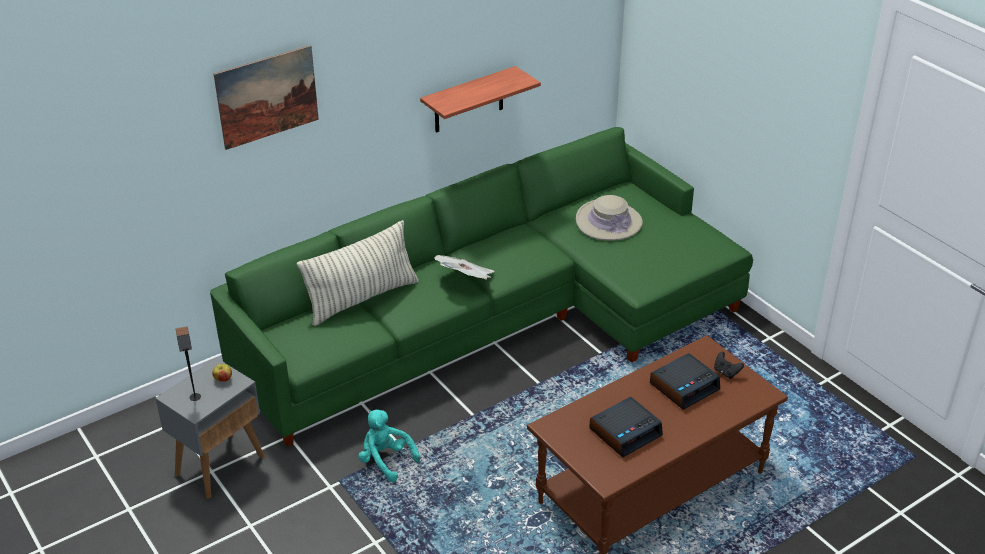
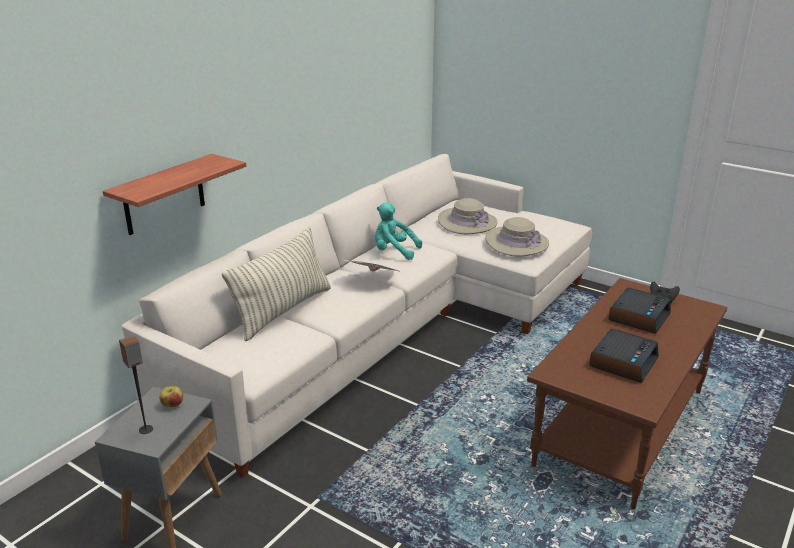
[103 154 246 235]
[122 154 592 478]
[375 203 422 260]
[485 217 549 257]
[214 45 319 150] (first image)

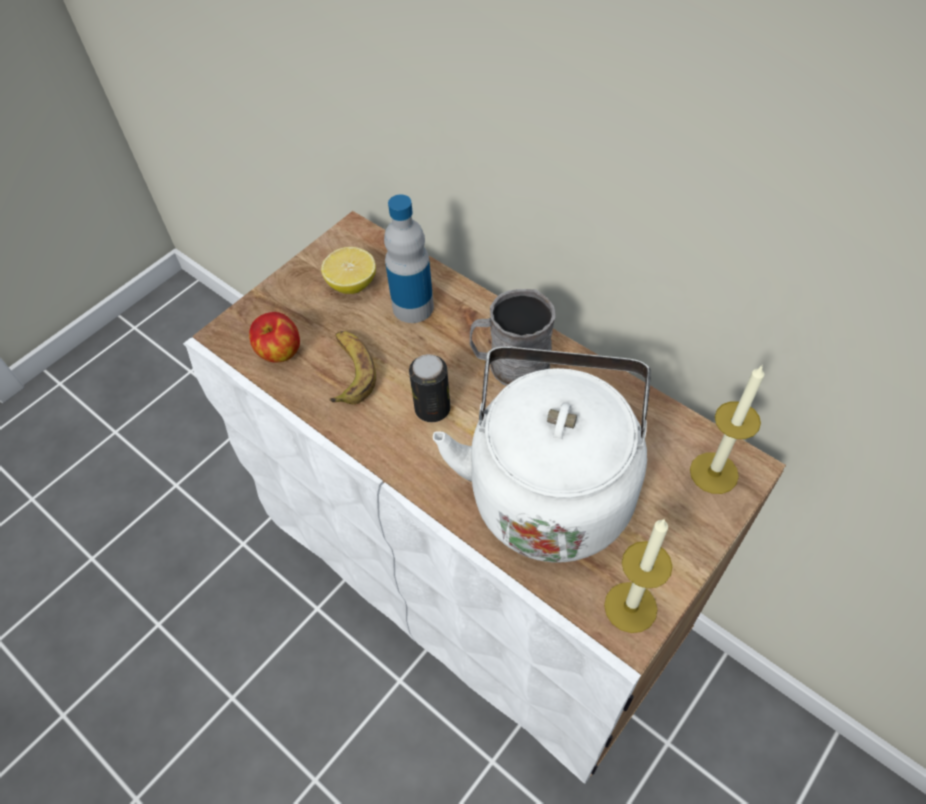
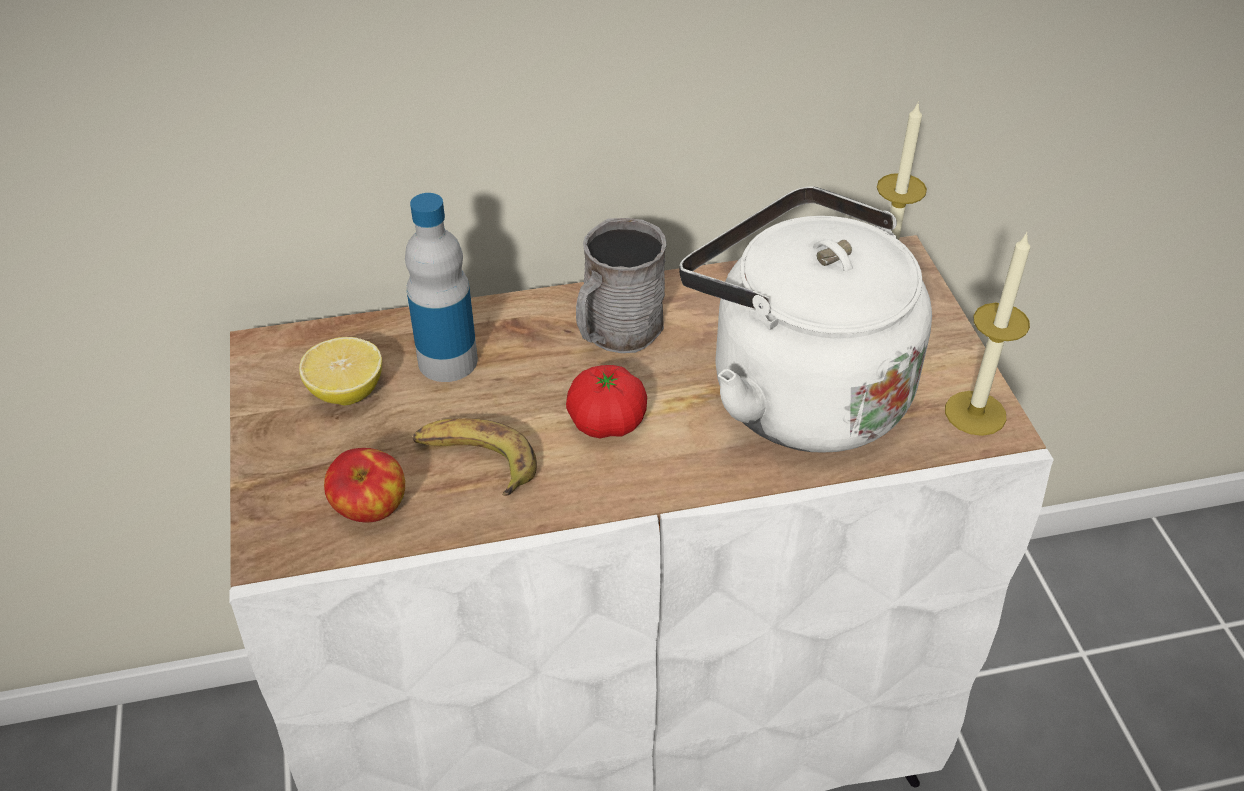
[566 365 647 439]

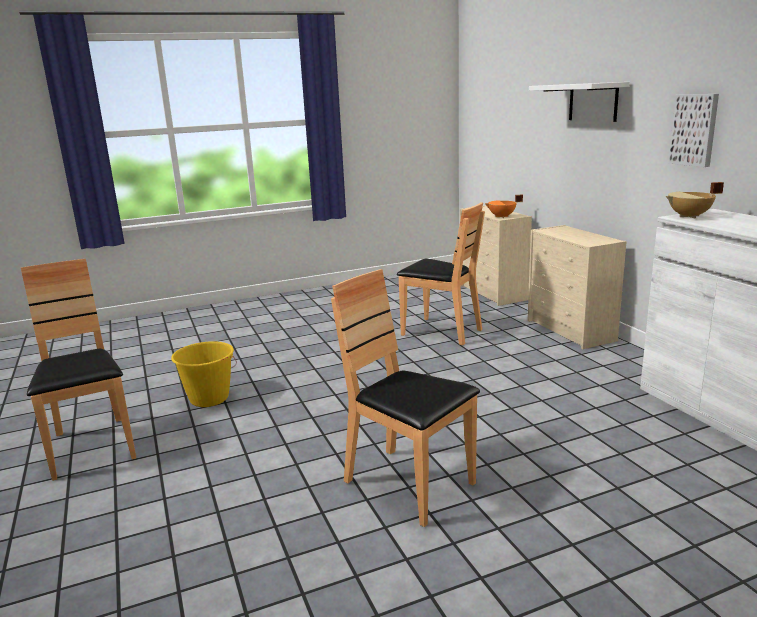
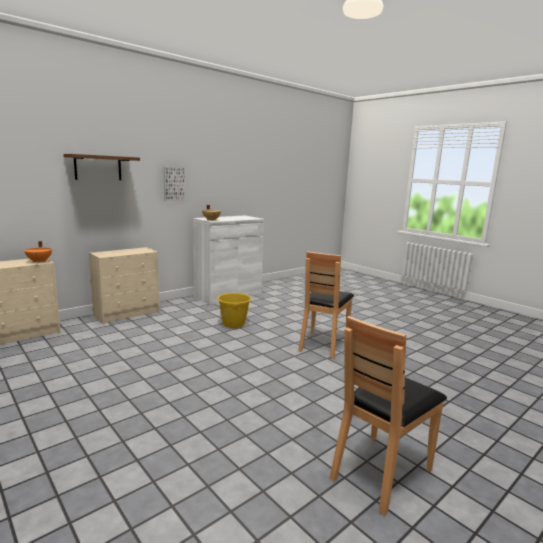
[63 154 140 180]
[217 293 251 328]
[397 202 485 345] (first image)

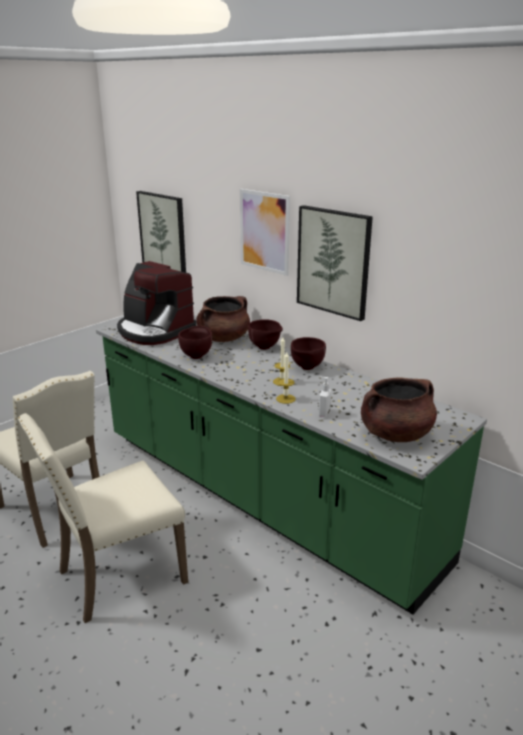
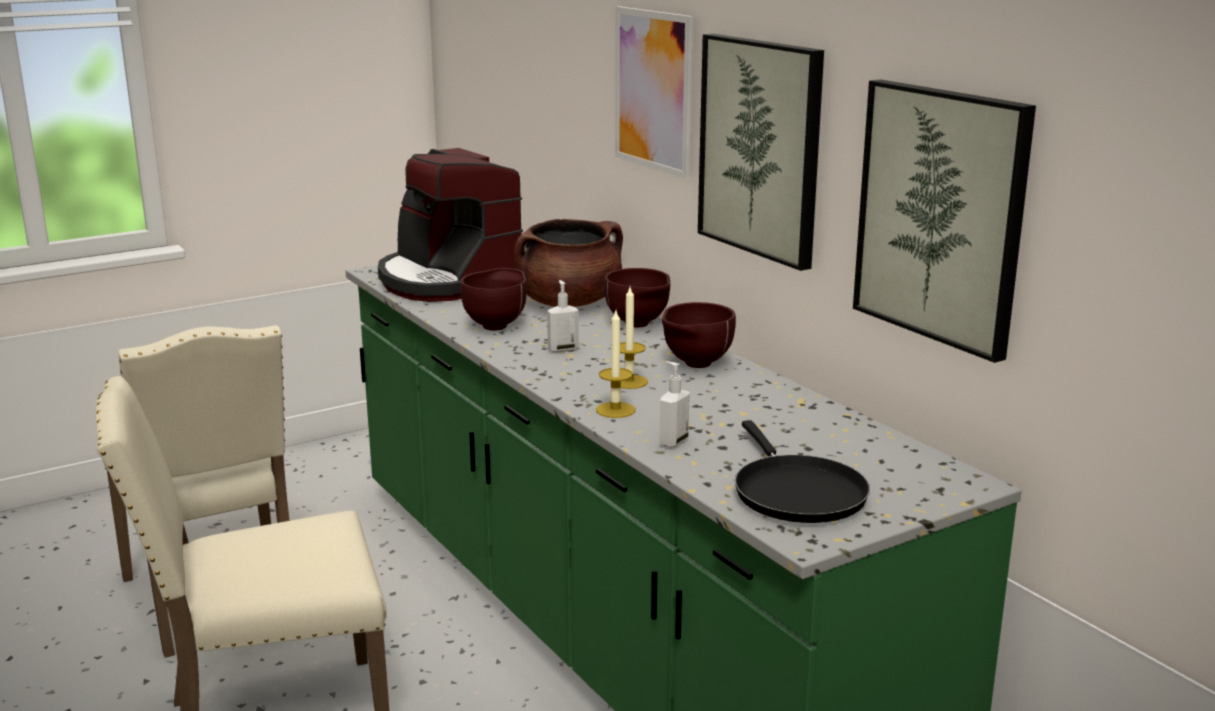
[547 280 579 352]
[735 420 870 523]
[853 79 1036 363]

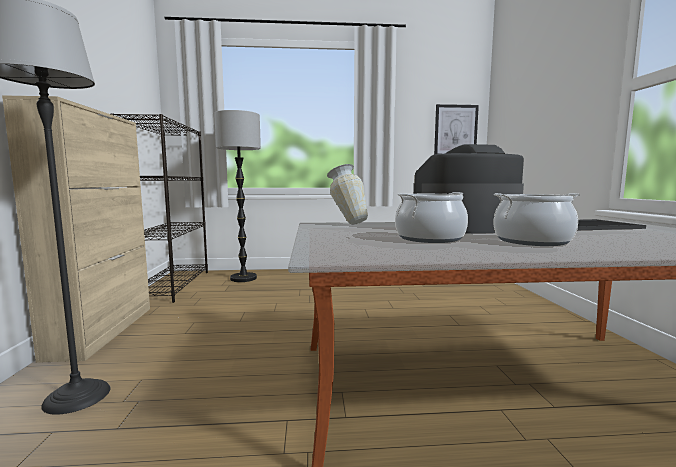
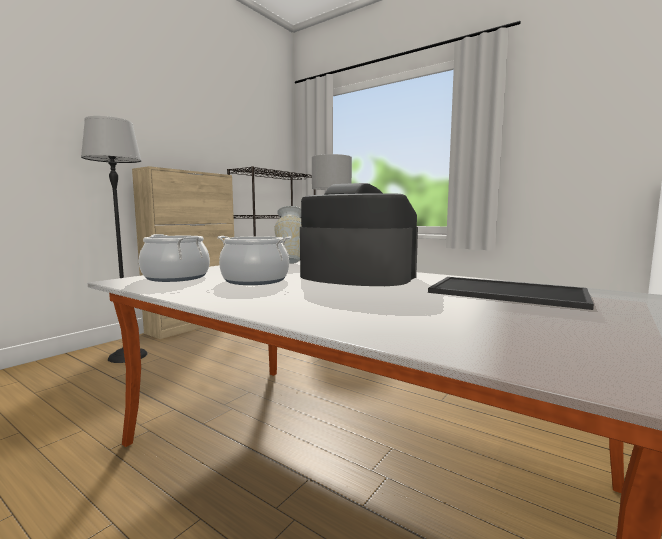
[139 234 210 282]
[434 104 479 154] (first image)

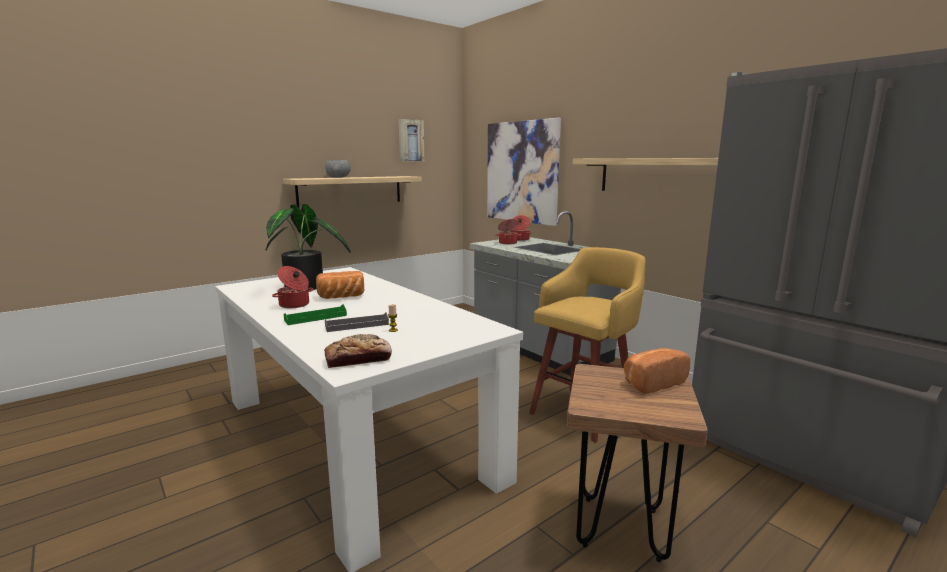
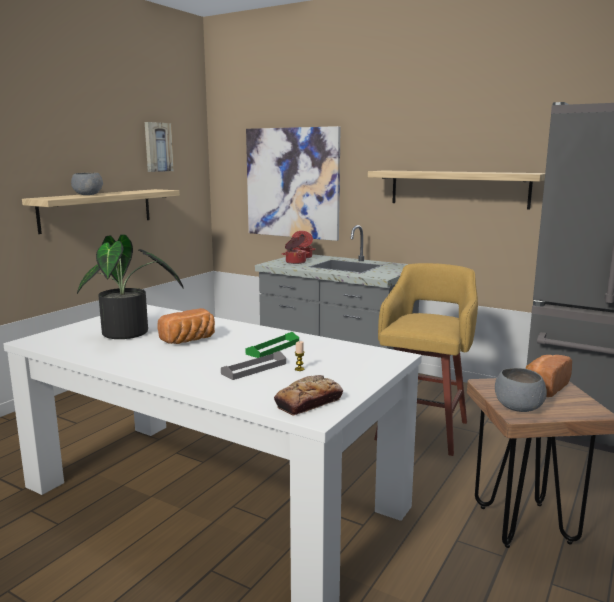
[245 332 299 358]
[495 368 547 412]
[272 266 314 308] (first image)

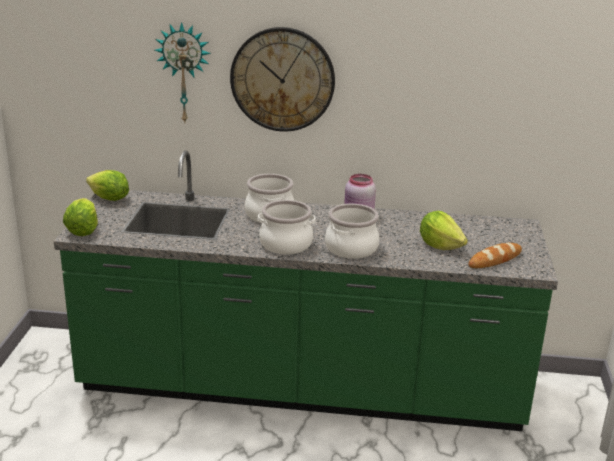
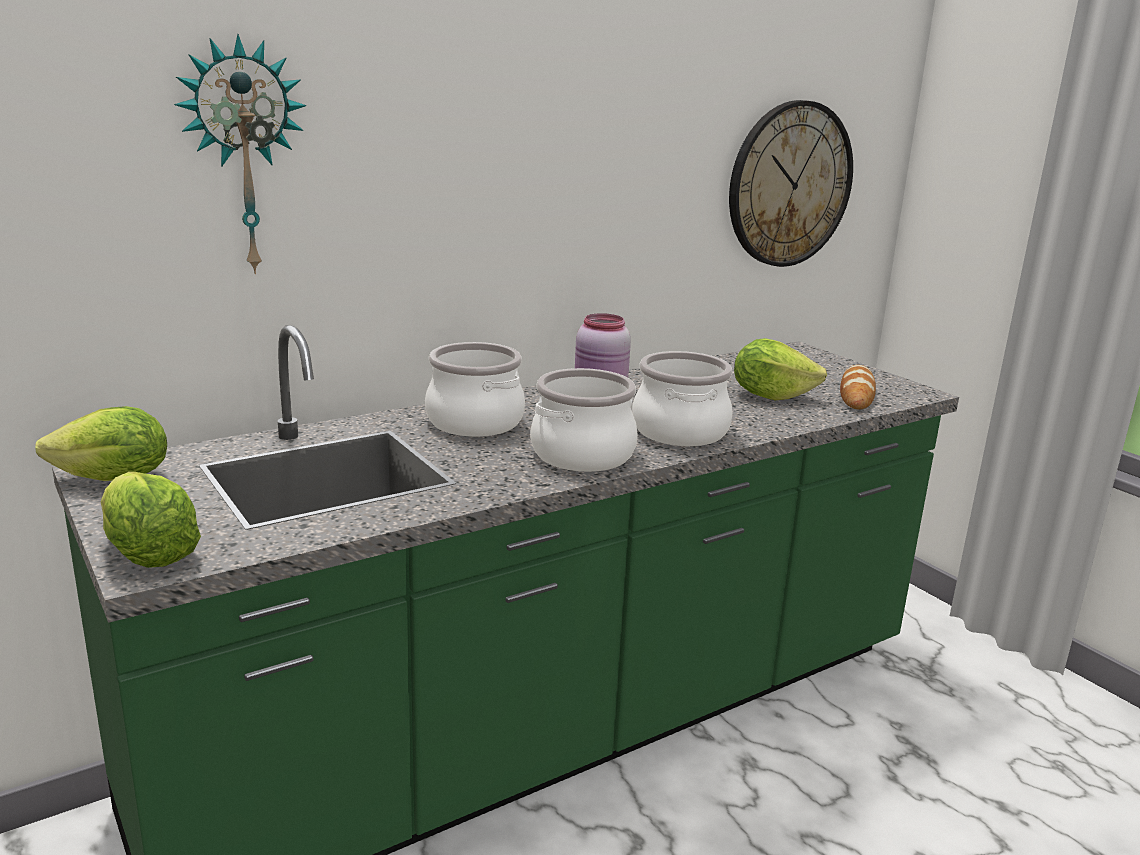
[729 100 853 267]

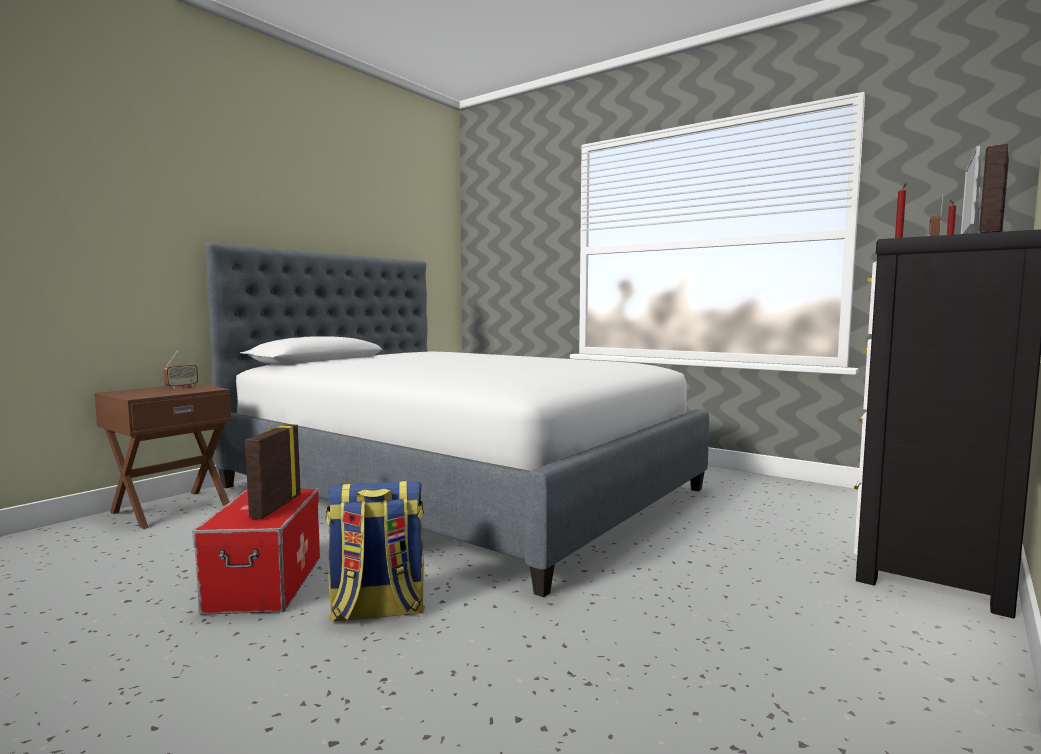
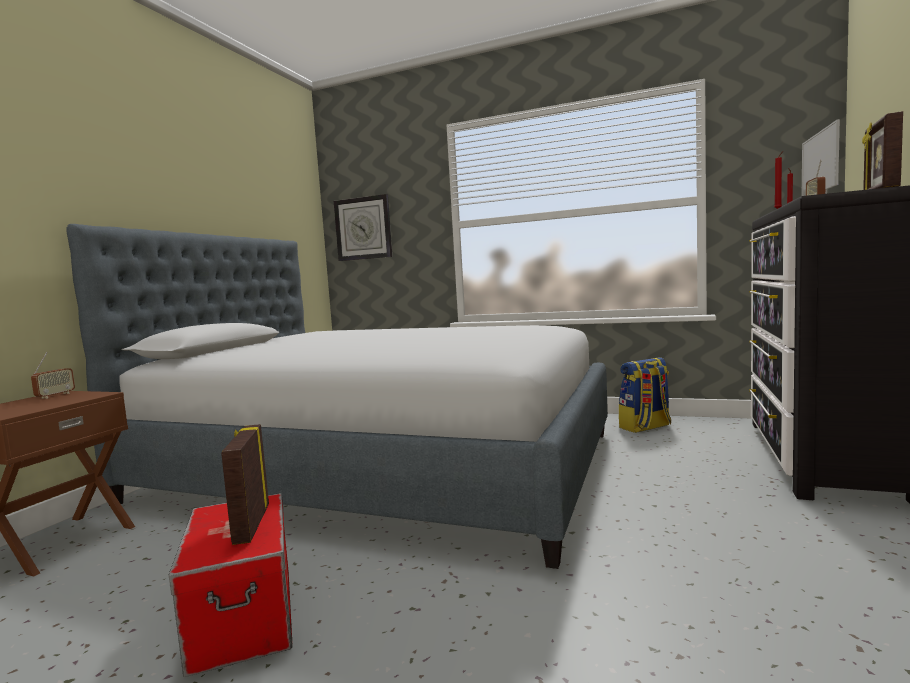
[334 194 392 261]
[619 358 671 433]

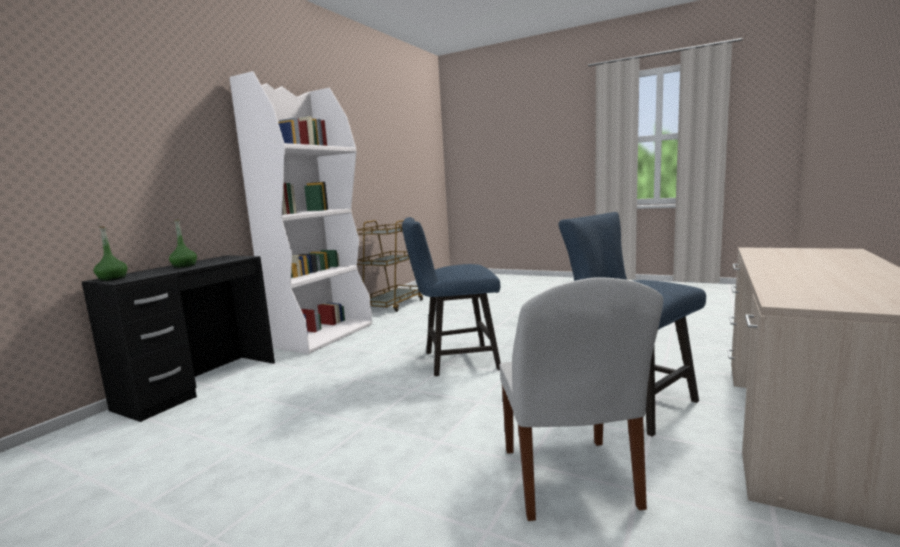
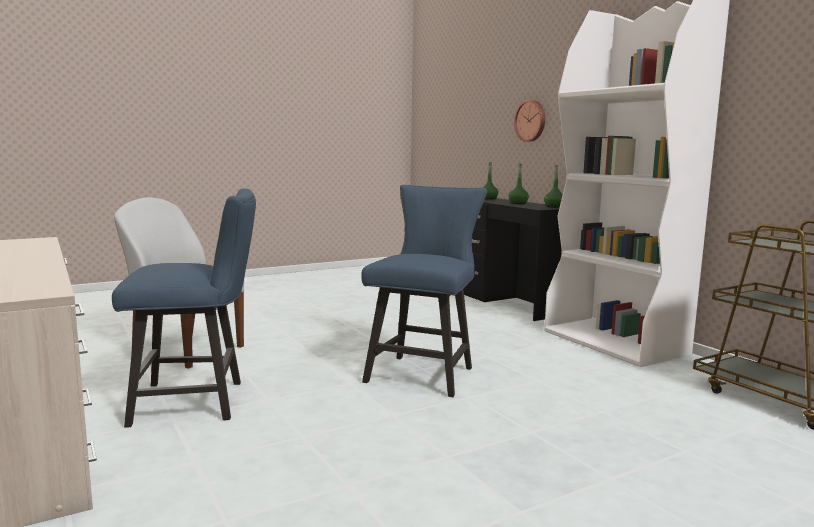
[514 100 545 142]
[544 165 563 208]

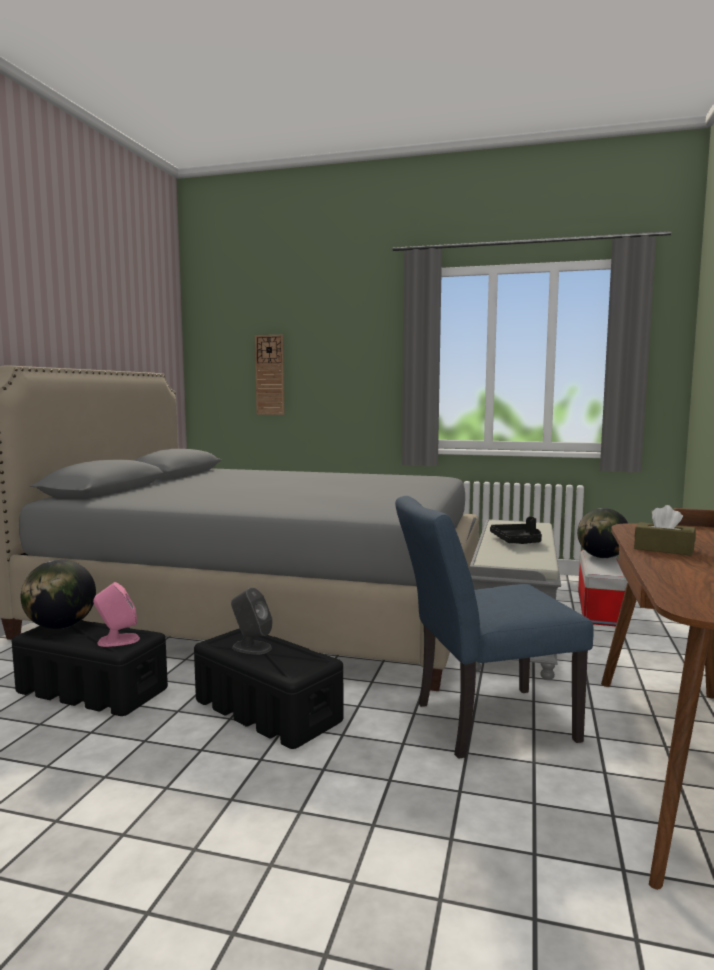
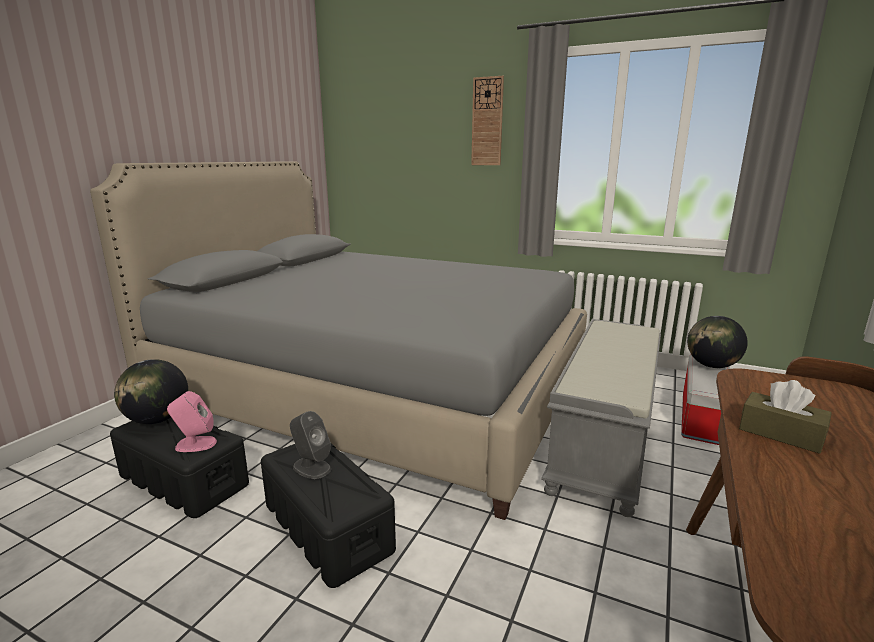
[471 76 504 165]
[395 496 594 759] (first image)
[490 517 542 544] (first image)

